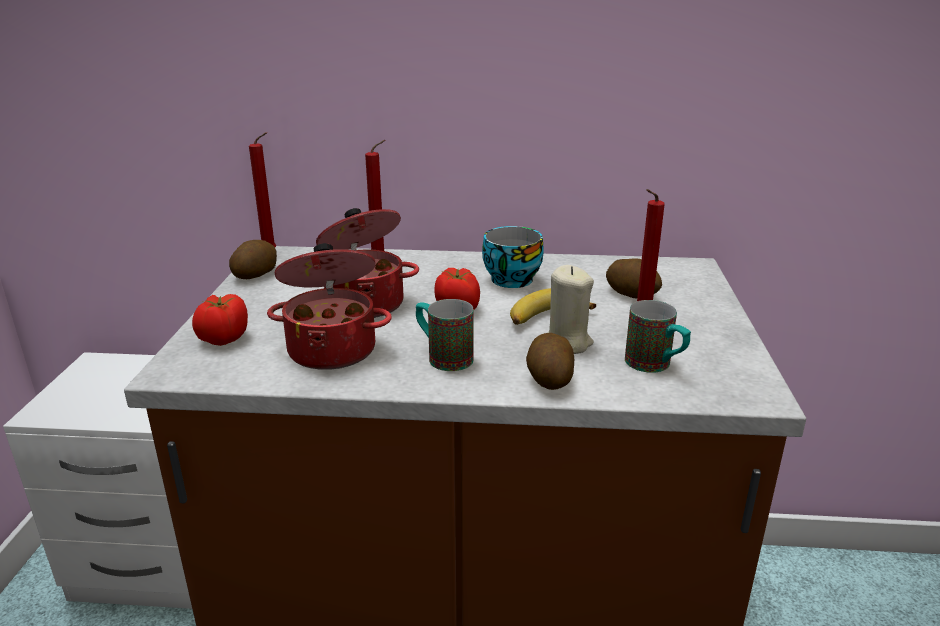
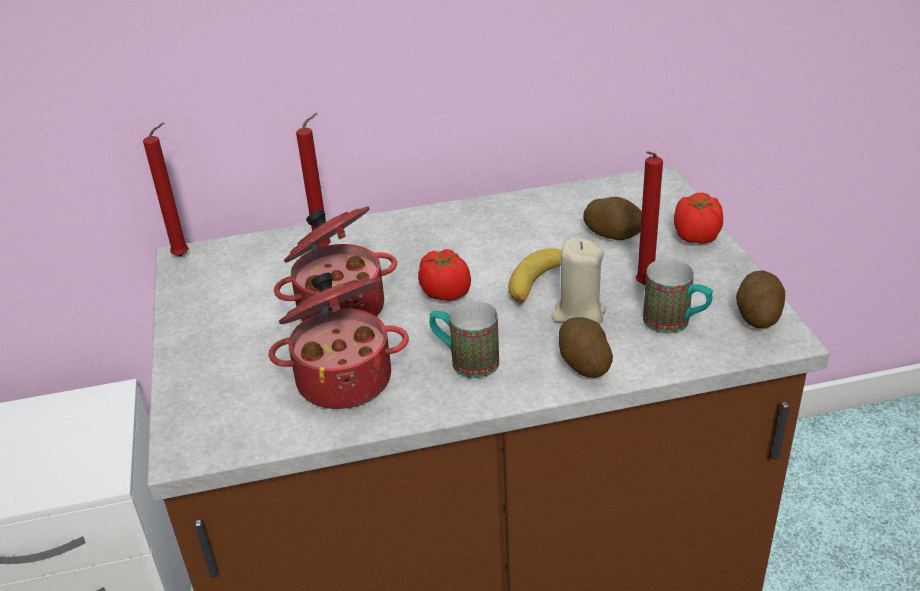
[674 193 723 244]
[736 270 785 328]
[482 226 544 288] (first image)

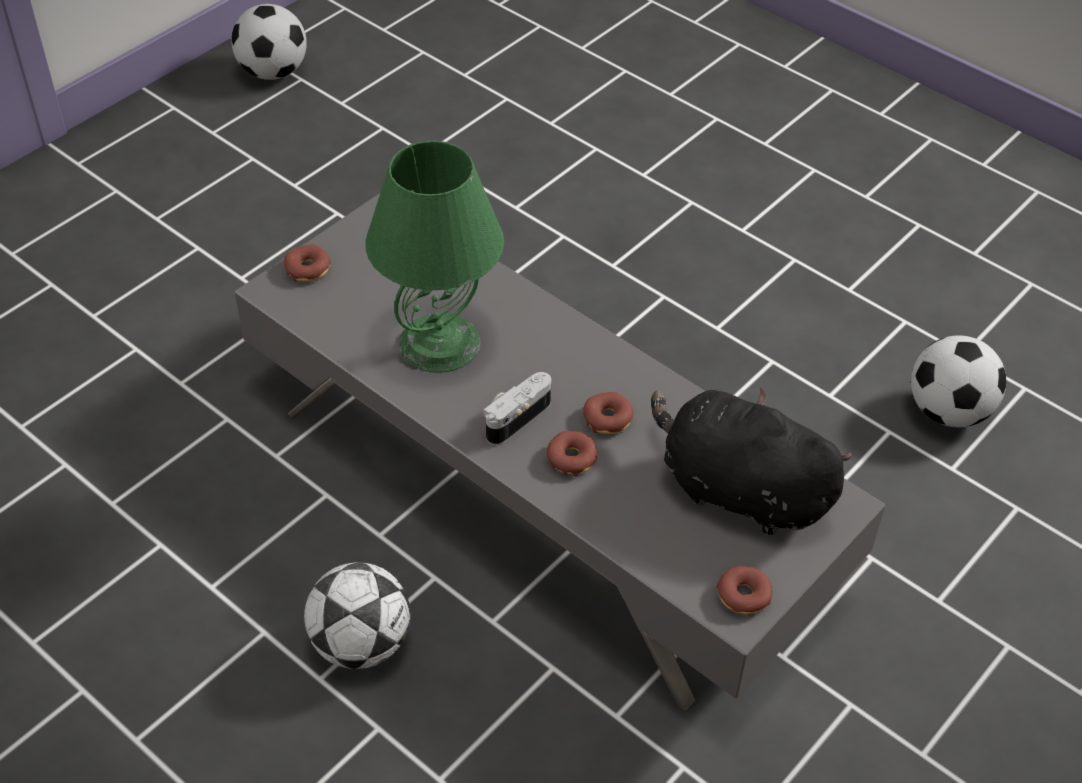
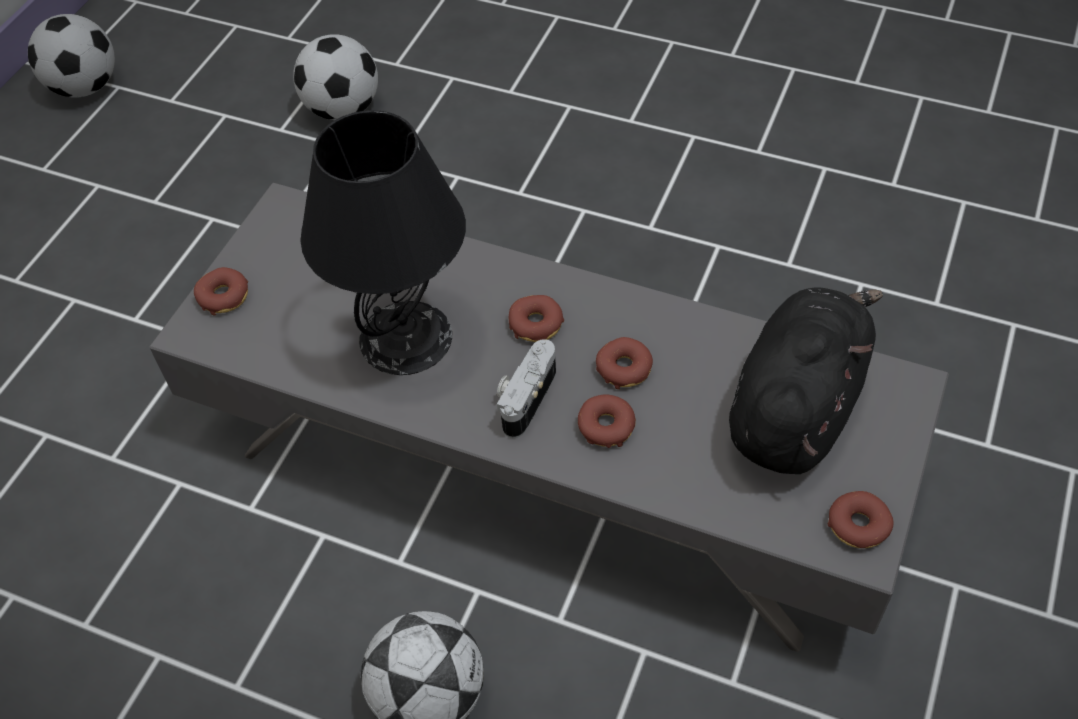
[293 34 378 120]
[300 110 466 375]
[509 295 564 342]
[729 287 883 474]

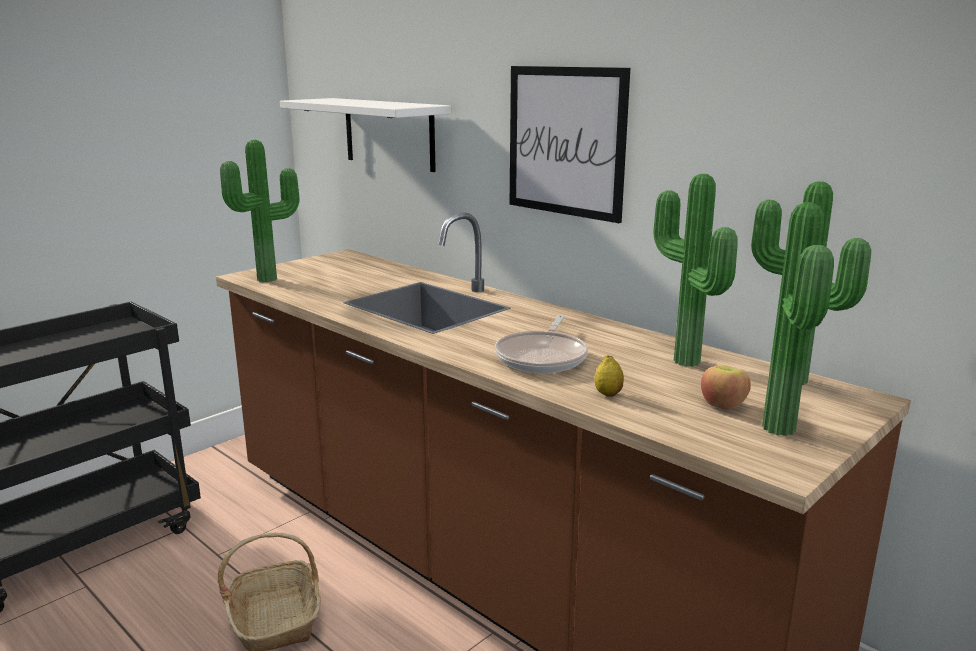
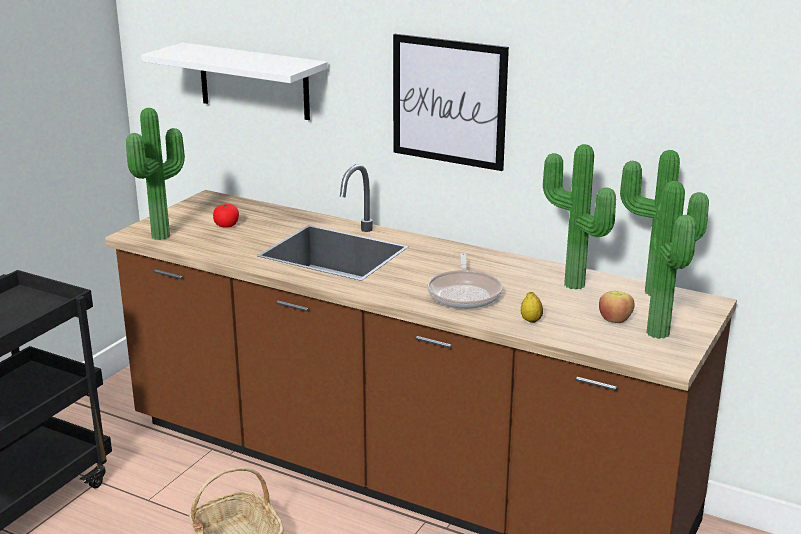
[213 204 239 228]

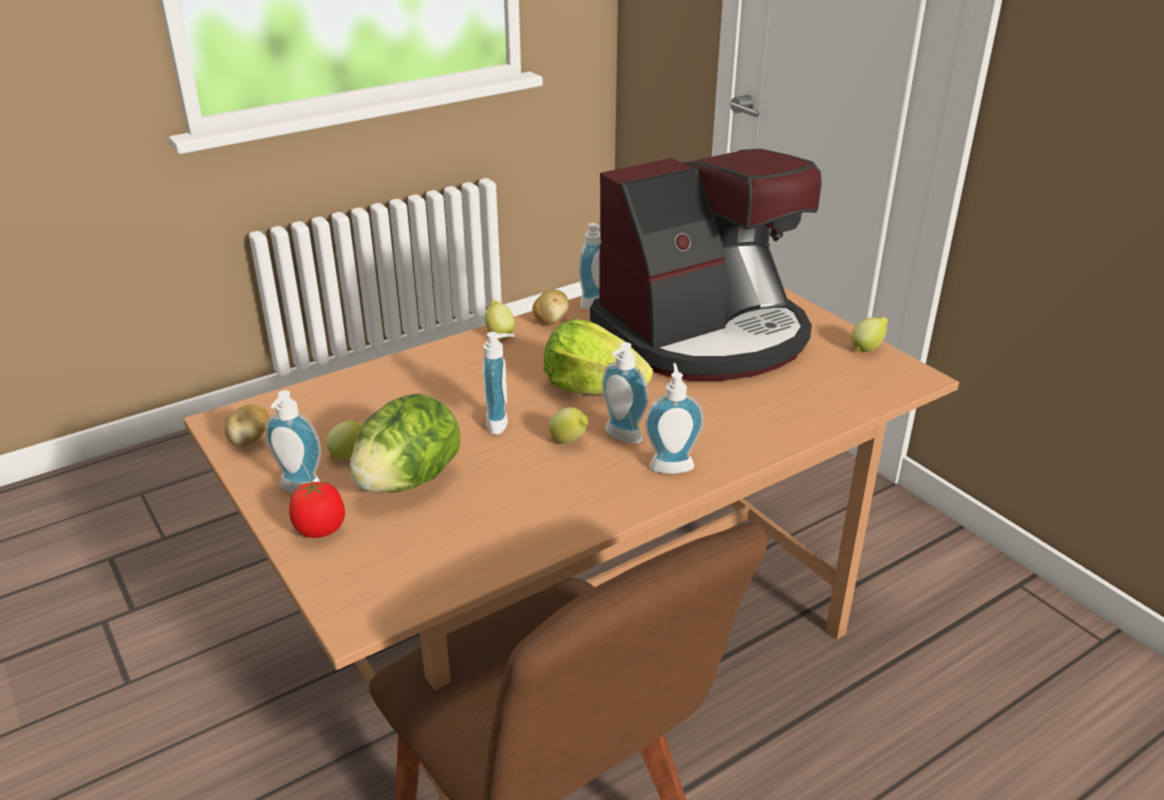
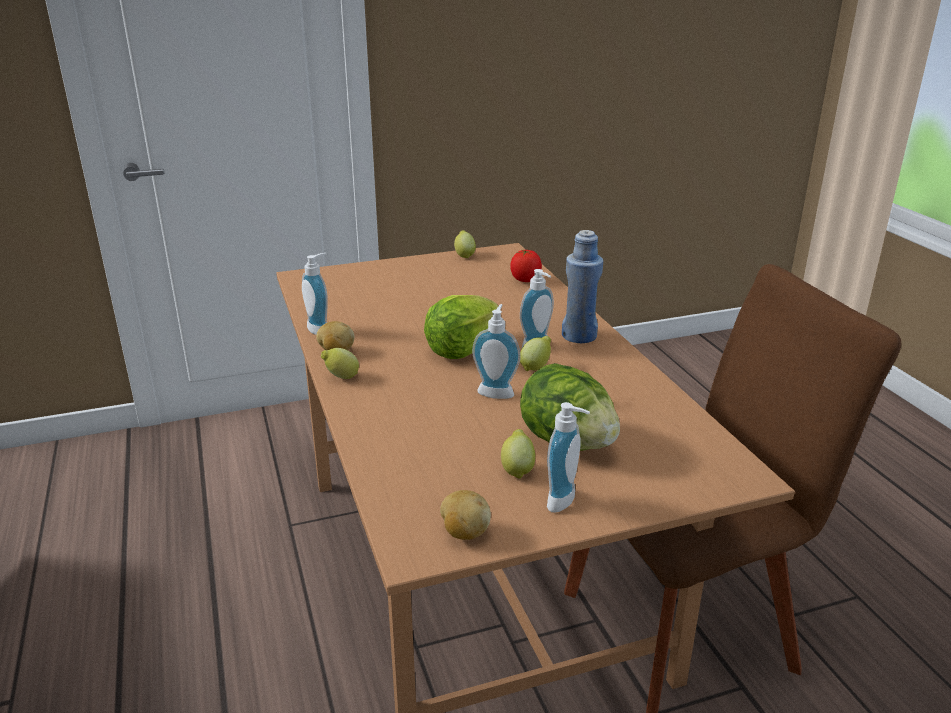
[510 249 542 282]
[562 230 603 343]
[590 149 822 381] (first image)

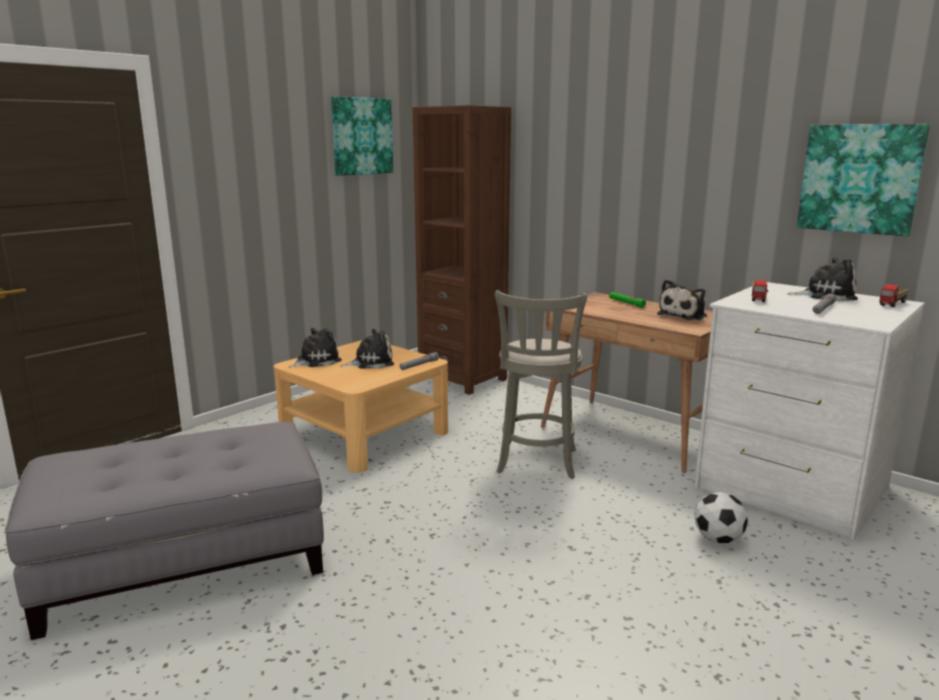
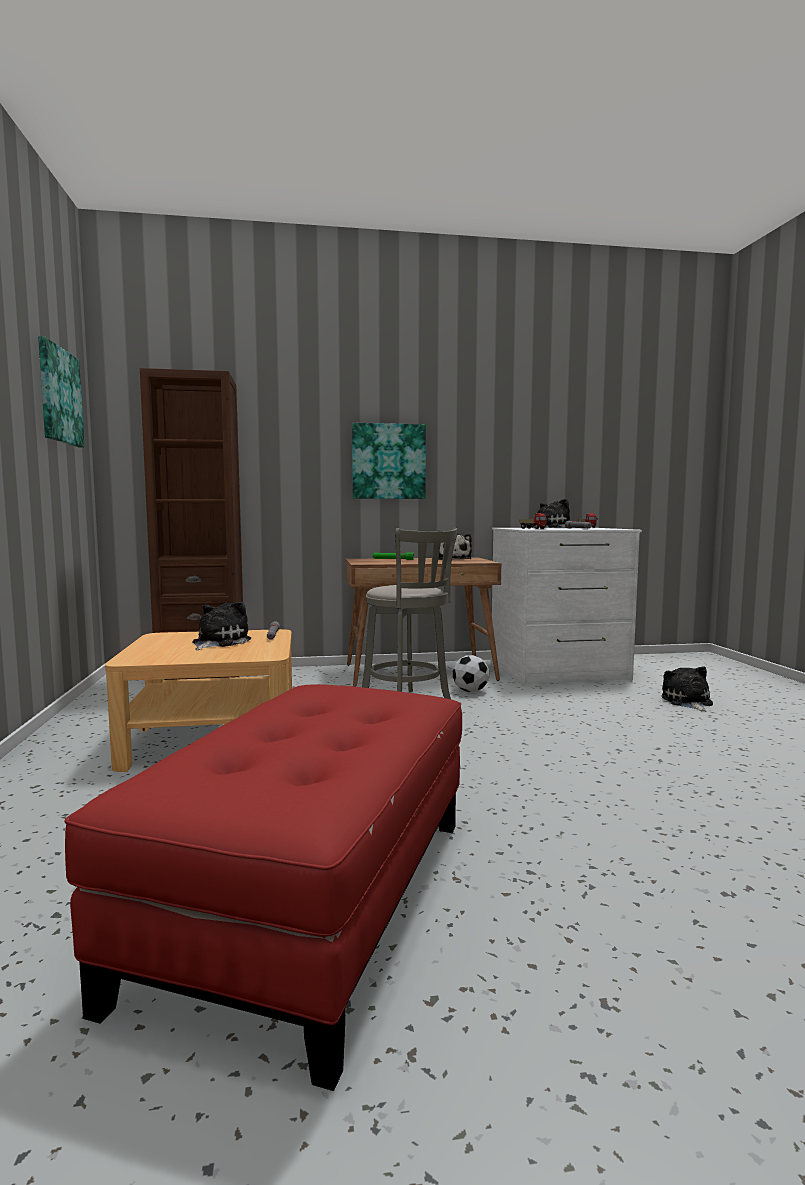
[65 684 462 1091]
[352 423 426 499]
[453 655 489 692]
[662 666 713 712]

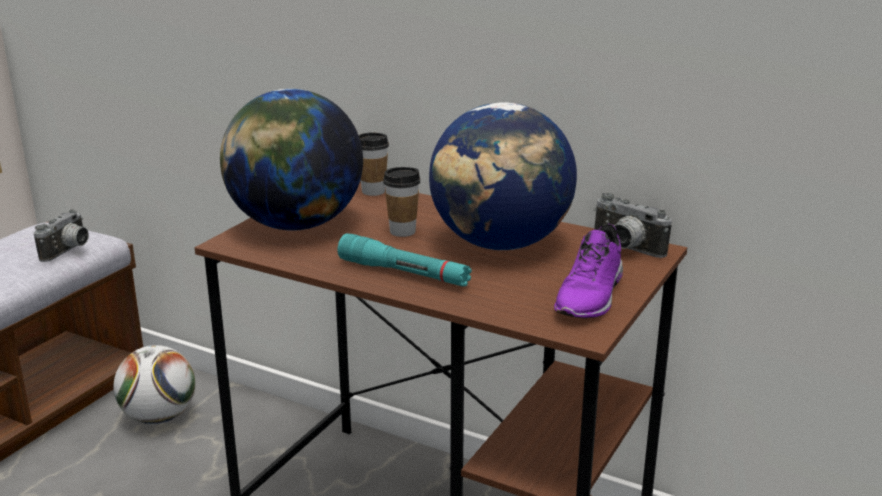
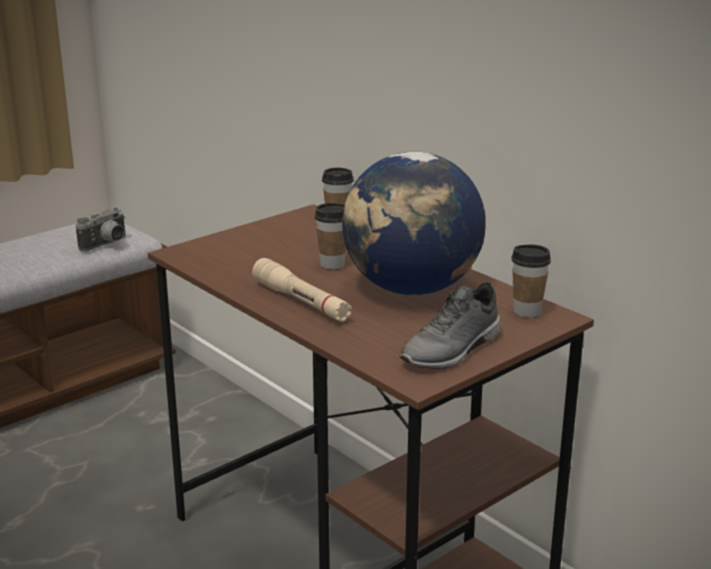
[252 258 352 322]
[399 282 501 369]
[511 244 551 318]
[113 345 195 425] (first image)
[220 89 363 231] (first image)

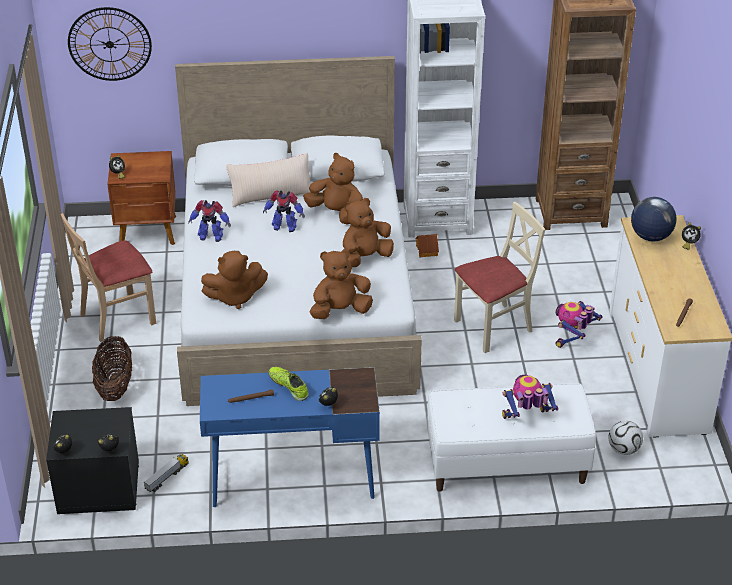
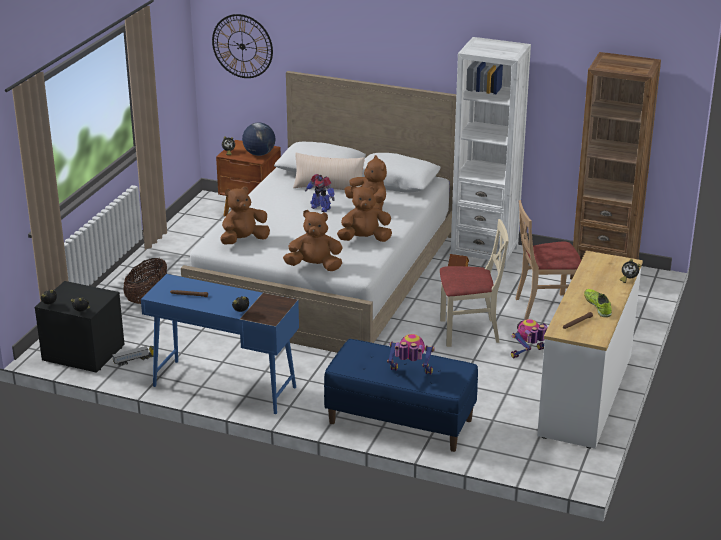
[220 186 270 244]
[242 122 275 156]
[324 339 478 452]
[515 200 581 320]
[584 289 612 317]
[188 200 231 242] (first image)
[608 421 643 455] (first image)

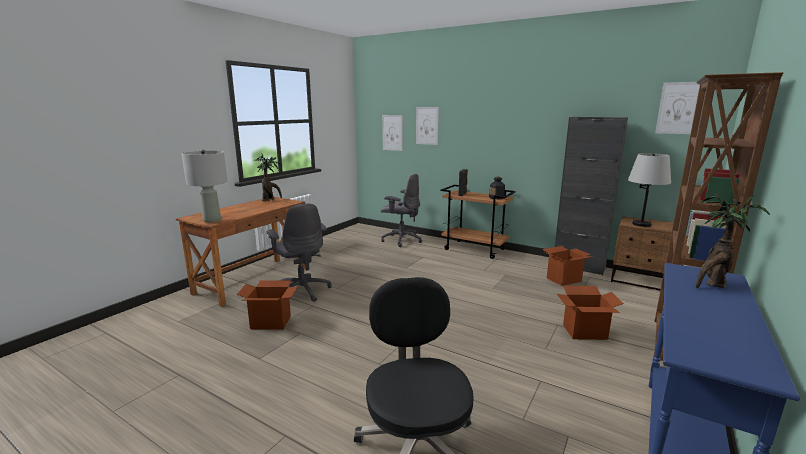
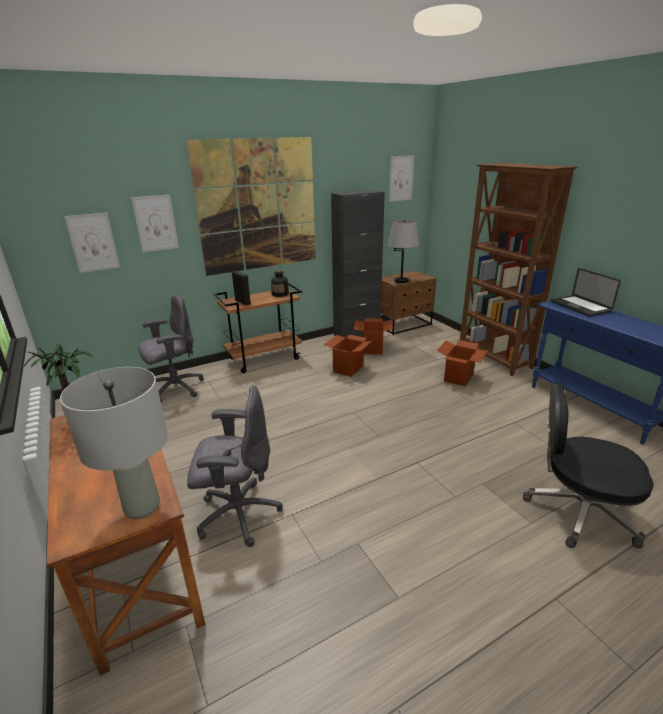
[186 137 316 276]
[324 335 372 377]
[551 268 621 317]

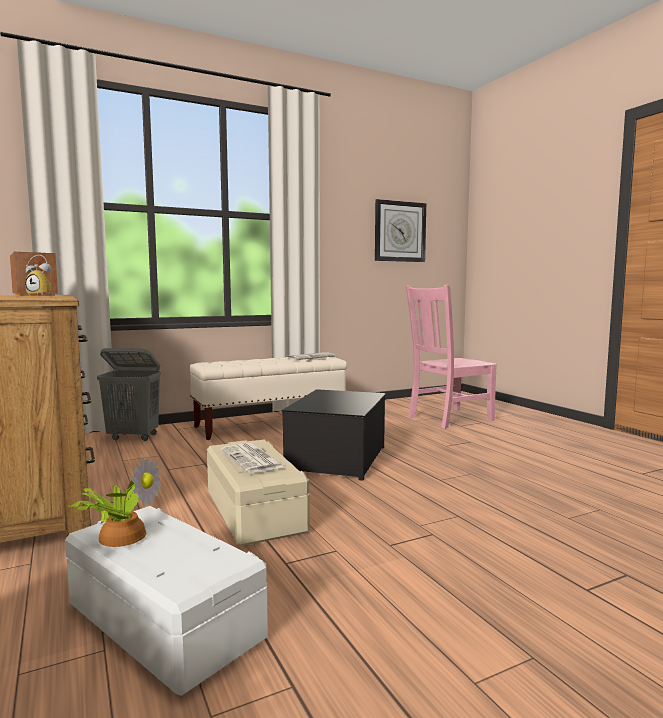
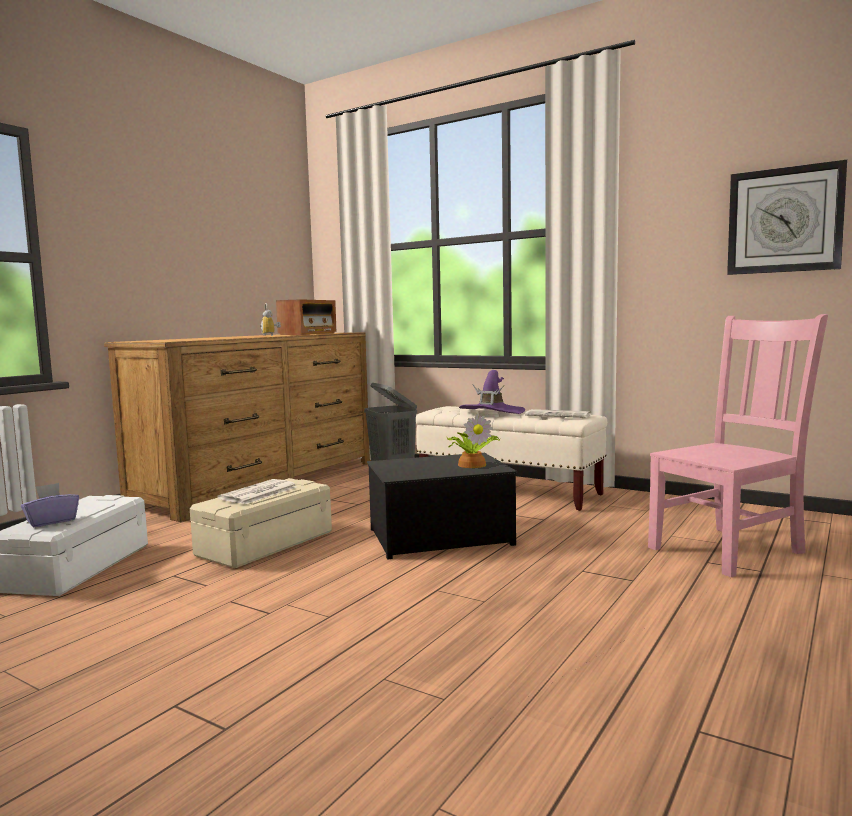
[21 483 79 527]
[447 414 501 468]
[459 370 525 414]
[648 314 828 577]

